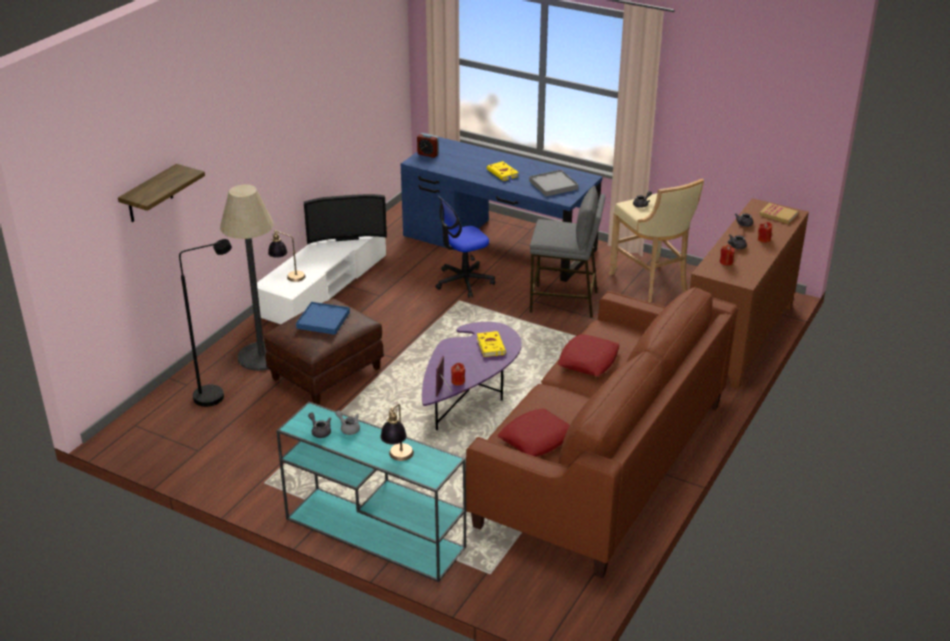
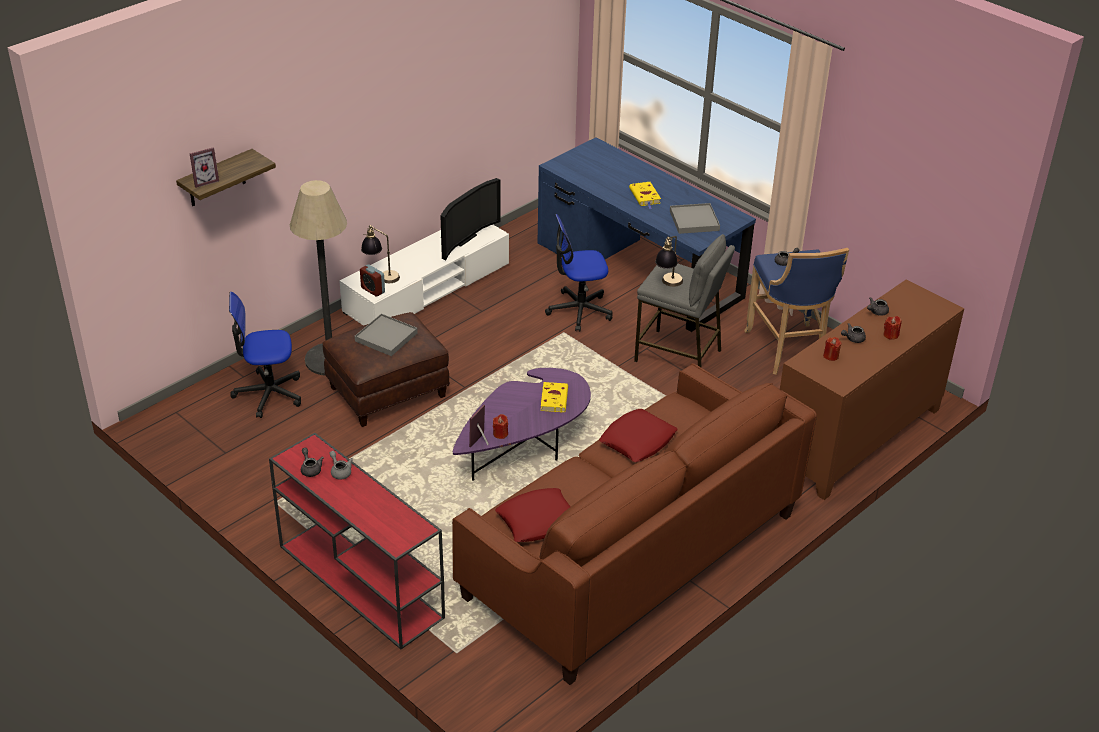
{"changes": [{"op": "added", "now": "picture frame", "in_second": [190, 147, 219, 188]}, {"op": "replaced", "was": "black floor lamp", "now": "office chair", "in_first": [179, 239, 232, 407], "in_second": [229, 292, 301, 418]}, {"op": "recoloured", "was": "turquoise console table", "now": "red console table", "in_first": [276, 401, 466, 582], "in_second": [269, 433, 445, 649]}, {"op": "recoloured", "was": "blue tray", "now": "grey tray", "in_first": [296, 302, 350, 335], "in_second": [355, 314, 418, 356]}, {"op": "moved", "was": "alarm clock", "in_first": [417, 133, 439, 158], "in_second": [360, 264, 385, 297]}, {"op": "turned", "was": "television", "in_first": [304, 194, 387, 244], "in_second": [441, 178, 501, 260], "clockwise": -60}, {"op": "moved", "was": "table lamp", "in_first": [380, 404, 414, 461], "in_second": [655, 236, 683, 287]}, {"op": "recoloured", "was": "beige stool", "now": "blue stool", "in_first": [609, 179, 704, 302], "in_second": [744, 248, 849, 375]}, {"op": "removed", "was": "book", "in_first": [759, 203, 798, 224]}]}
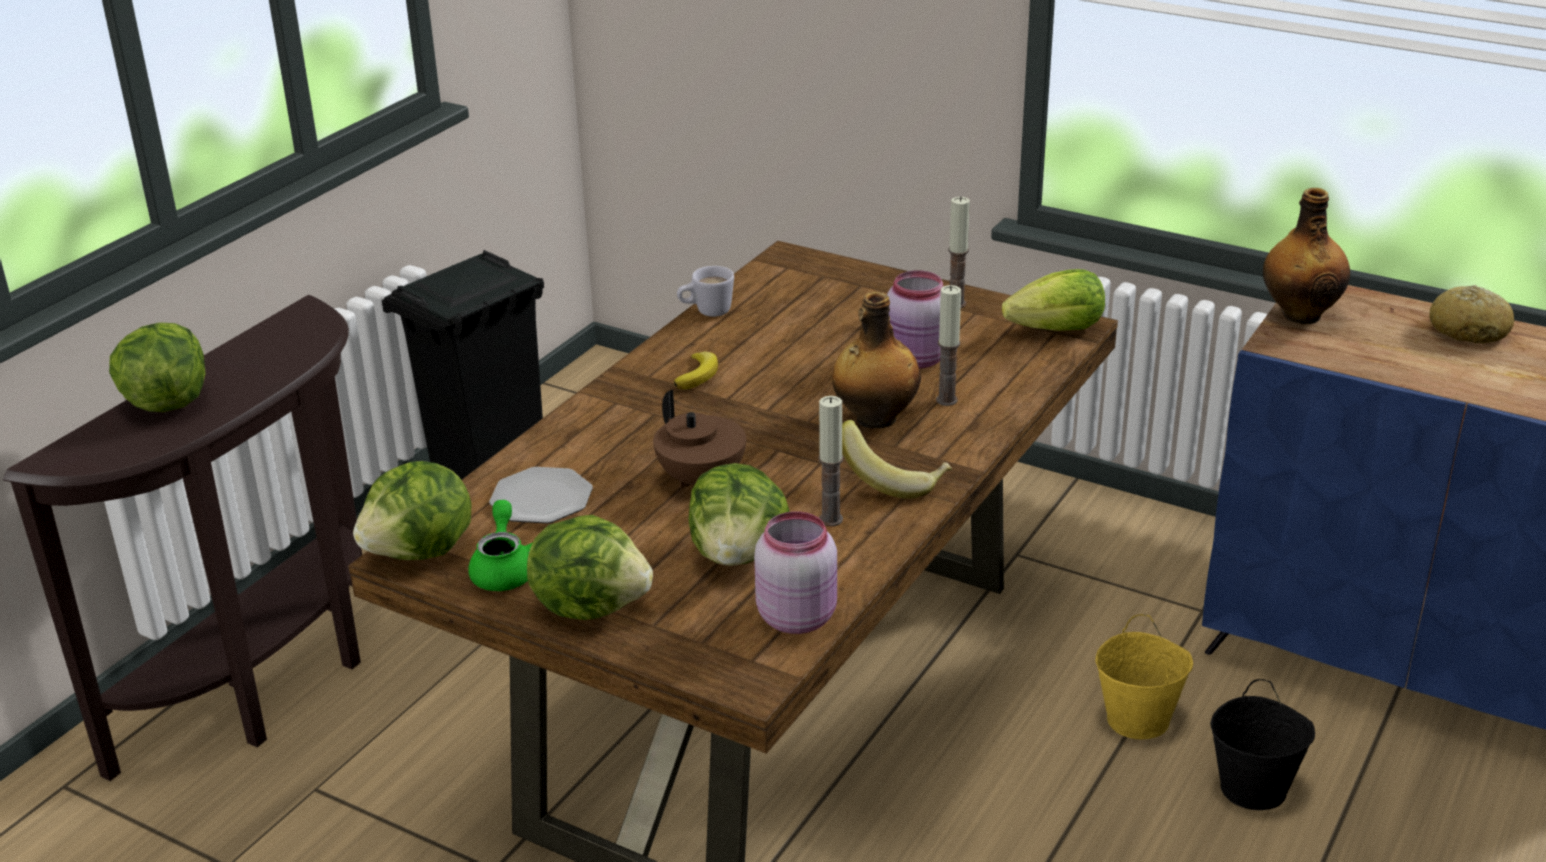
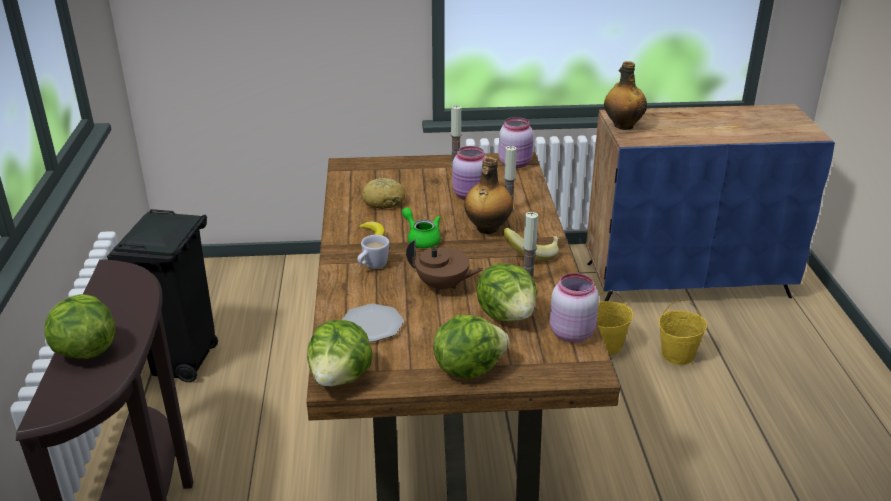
{"changes": [{"op": "moved", "was": "white mug", "in_first": [677, 266, 734, 317], "in_second": [357, 235, 389, 269]}, {"op": "moved", "was": "bread", "in_first": [1429, 285, 1514, 344], "in_second": [362, 177, 405, 209]}, {"op": "moved", "was": "green teapot", "in_first": [468, 500, 533, 591], "in_second": [402, 207, 441, 248]}, {"op": "replaced", "was": "lettuce", "now": "pink jar", "in_first": [1002, 269, 1105, 331], "in_second": [499, 117, 534, 168]}, {"op": "recoloured", "was": "black bucket", "now": "yellow bucket", "in_first": [1210, 679, 1315, 810], "in_second": [659, 300, 707, 365]}]}
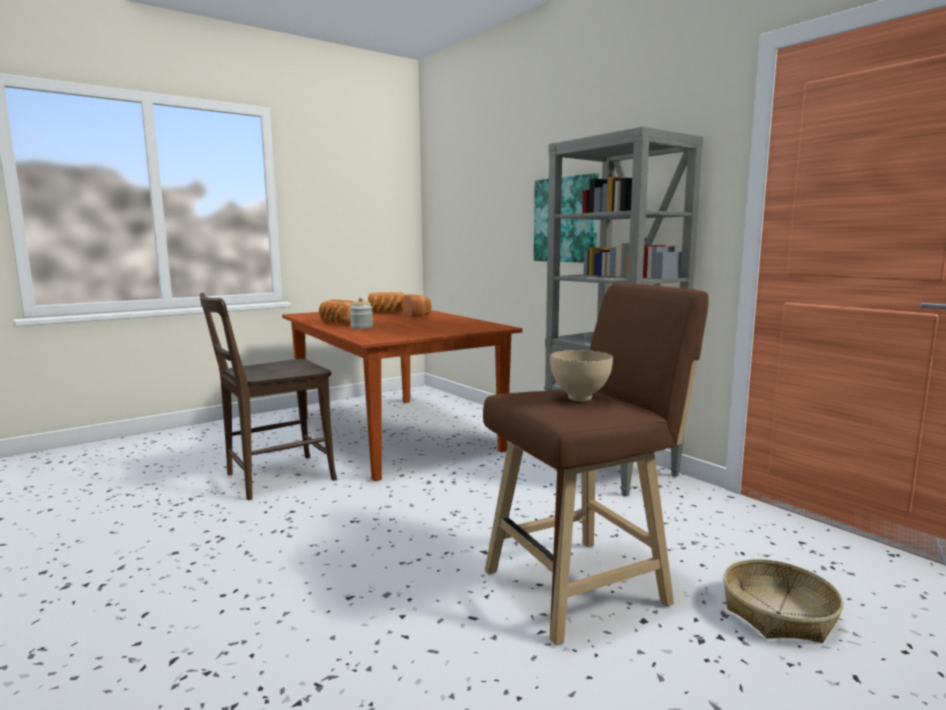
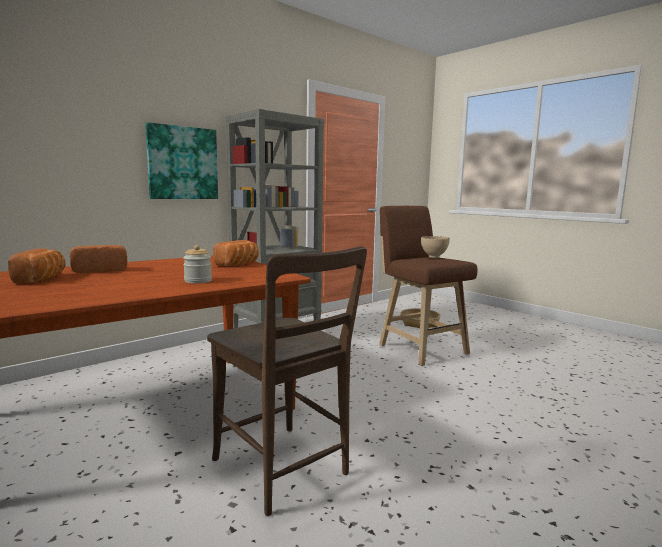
{"changes": [{"op": "moved", "was": "bread", "in_first": [319, 299, 354, 324], "in_second": [213, 240, 259, 266]}]}
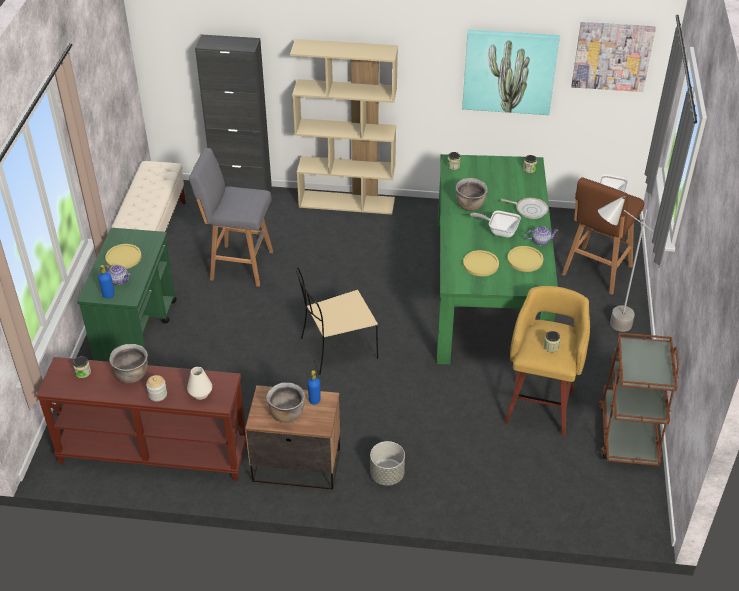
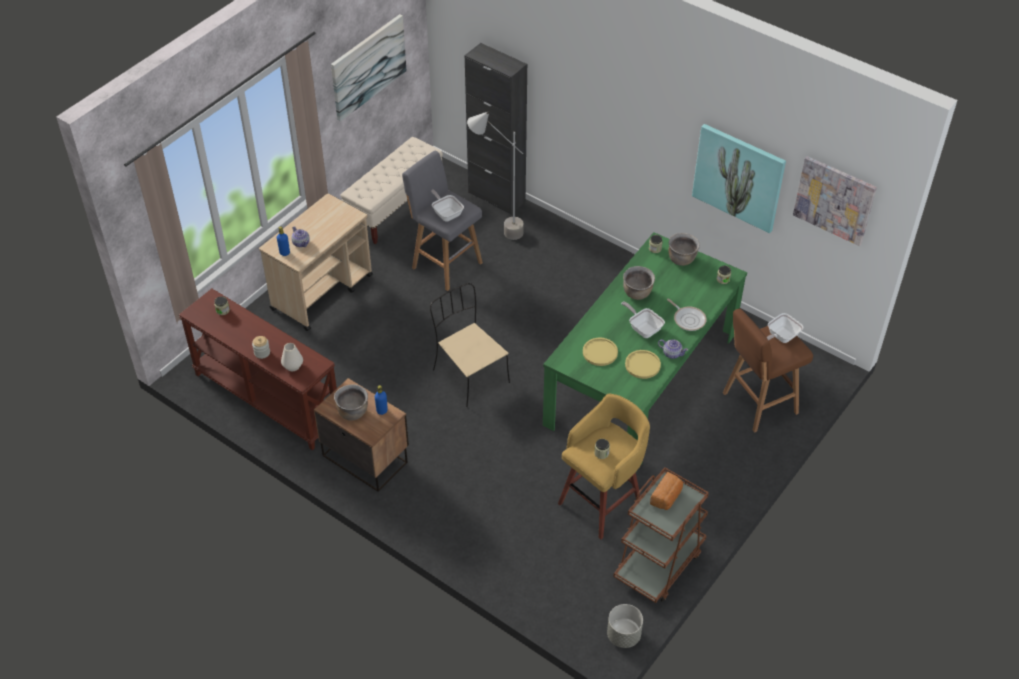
{"changes": [{"op": "recoloured", "was": "green cart", "now": "beige cart", "in_first": [77, 228, 177, 365], "in_second": [259, 193, 373, 331]}, {"op": "added", "now": "picture", "in_second": [331, 14, 407, 122]}, {"op": "turned", "was": "beige chair", "in_first": [296, 267, 378, 375], "in_second": [430, 283, 510, 407], "clockwise": 45}, {"op": "added", "now": "frying pan", "in_second": [431, 189, 464, 222]}, {"op": "moved", "was": "grey floor lamp", "in_first": [598, 196, 653, 332], "in_second": [467, 111, 523, 240]}, {"op": "moved", "was": "grey planter", "in_first": [370, 441, 405, 486], "in_second": [607, 604, 643, 648]}, {"op": "added", "now": "bread", "in_second": [650, 472, 683, 510]}, {"op": "moved", "was": "brown cooking pot", "in_first": [109, 344, 148, 383], "in_second": [669, 233, 700, 266]}, {"op": "removed", "was": "yellow plate", "in_first": [105, 244, 142, 269]}, {"op": "removed", "was": "beige bookcase", "in_first": [290, 39, 398, 215]}]}
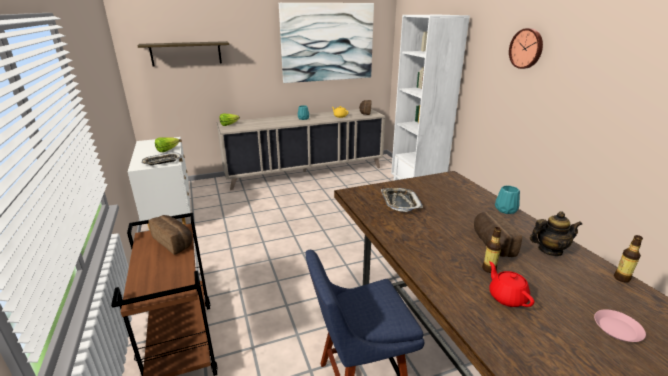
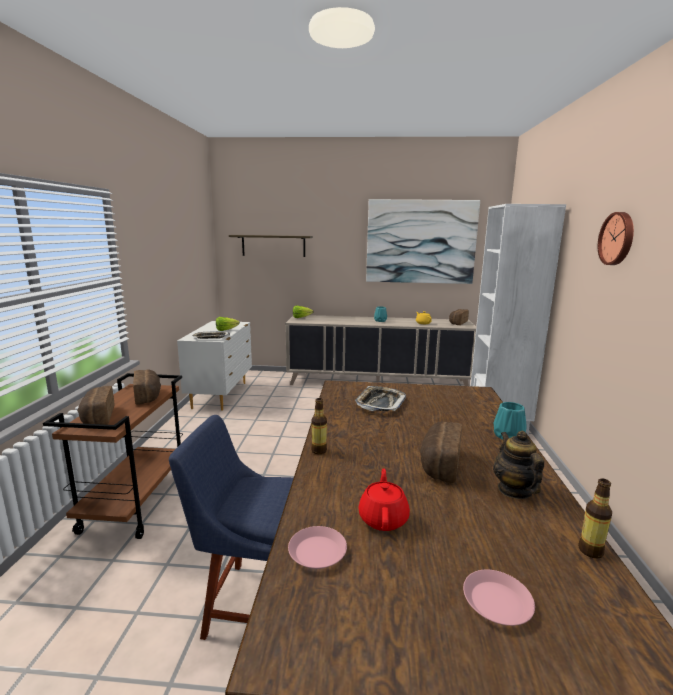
{"changes": [{"op": "added", "now": "bread", "in_second": [77, 386, 114, 425]}, {"op": "added", "now": "pink plate", "in_second": [288, 526, 347, 569]}, {"op": "moved", "was": "bottle", "in_first": [482, 227, 502, 273], "in_second": [311, 398, 327, 454]}, {"op": "turned", "was": "teapot", "in_first": [530, 211, 582, 256], "in_second": [493, 431, 544, 499], "clockwise": -120}]}
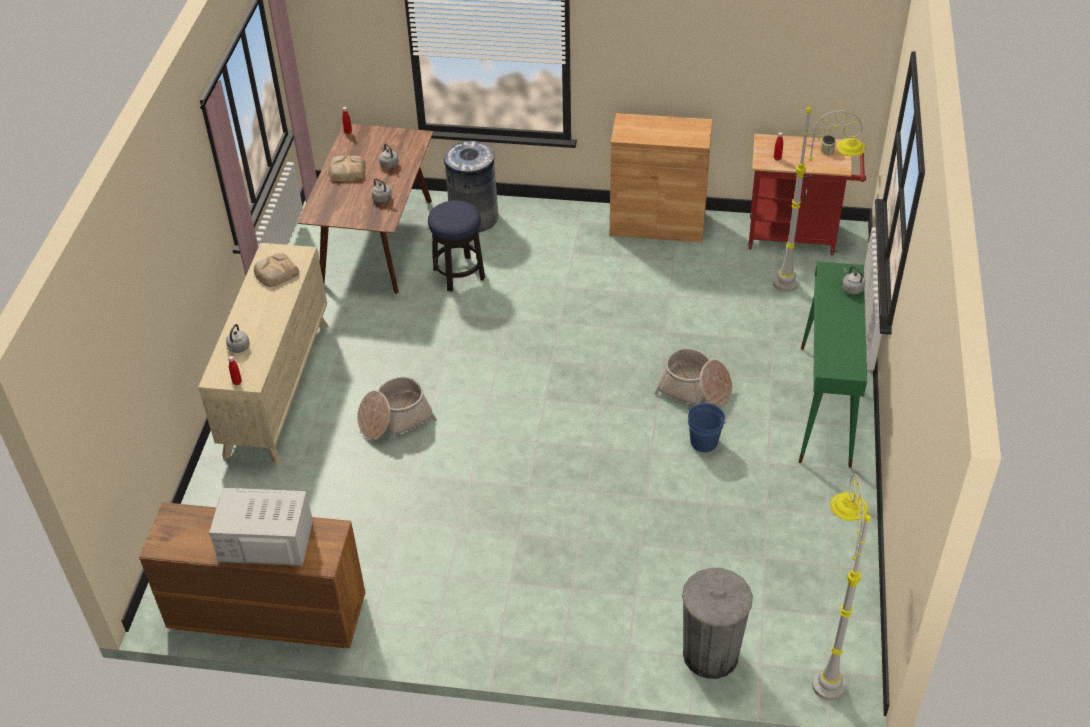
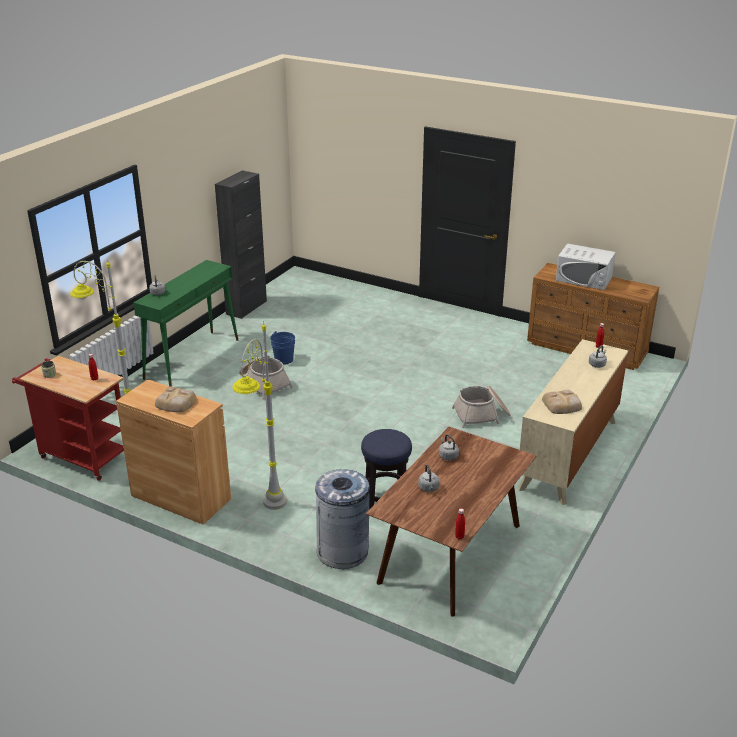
{"changes": [{"op": "moved", "was": "bread", "in_first": [329, 155, 366, 182], "in_second": [155, 387, 196, 413]}, {"op": "added", "now": "black cabinet", "in_second": [215, 170, 267, 319]}, {"op": "moved", "was": "grey floor lamp", "in_first": [812, 474, 871, 701], "in_second": [232, 324, 287, 510]}, {"op": "removed", "was": "grey trash can", "in_first": [682, 568, 753, 679]}]}
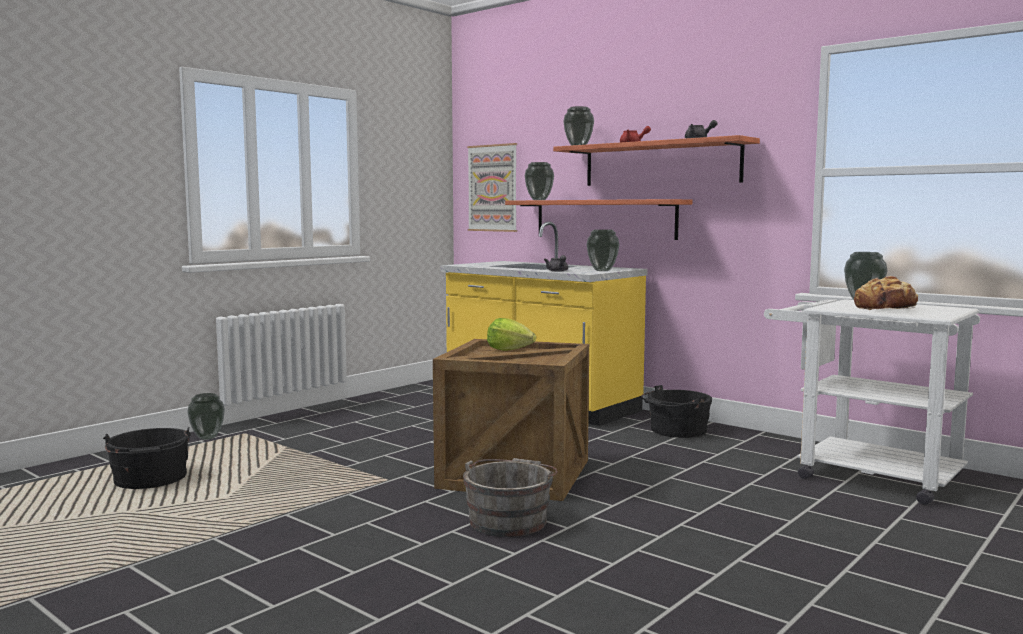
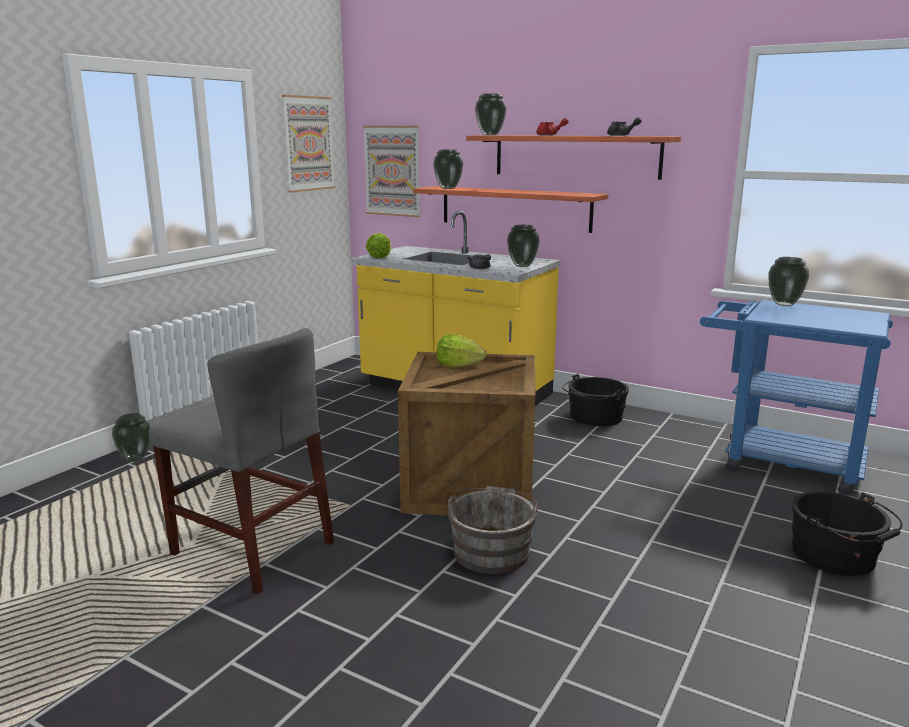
{"changes": [{"op": "added", "now": "grey chair", "in_second": [149, 328, 334, 594]}, {"op": "added", "now": "picture", "in_second": [282, 95, 335, 193]}, {"op": "added", "now": "lettuce", "in_second": [366, 233, 391, 258]}, {"op": "recoloured", "was": "white cart", "now": "blue cart", "in_first": [764, 299, 980, 505], "in_second": [700, 300, 893, 495]}, {"op": "moved", "was": "black bucket", "in_first": [103, 427, 191, 489], "in_second": [792, 491, 902, 576]}, {"op": "removed", "was": "bread", "in_first": [854, 276, 918, 310]}]}
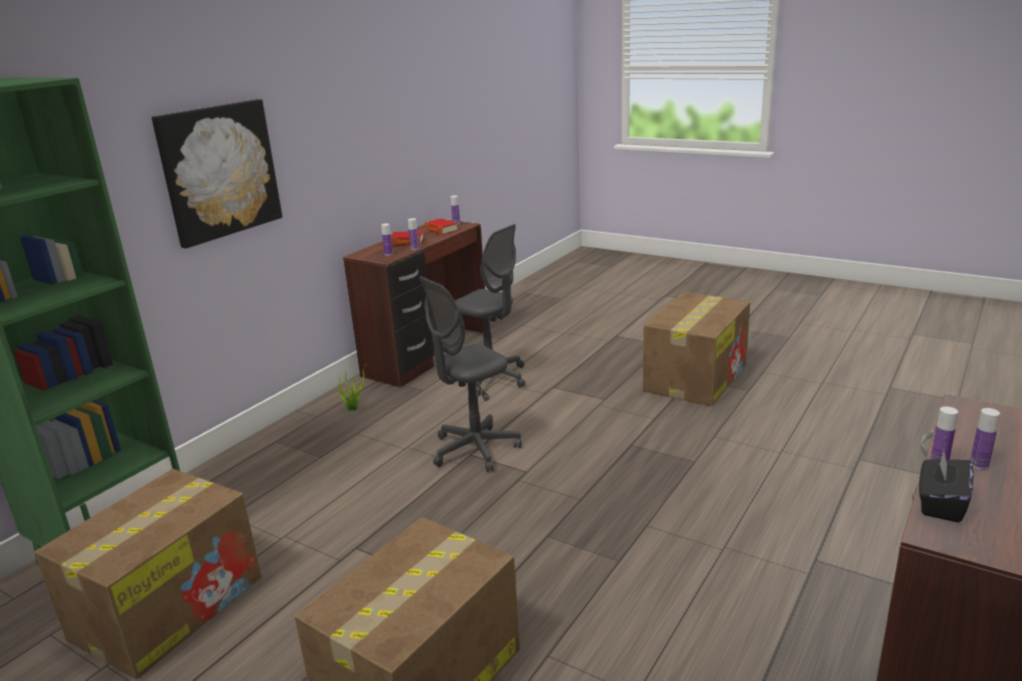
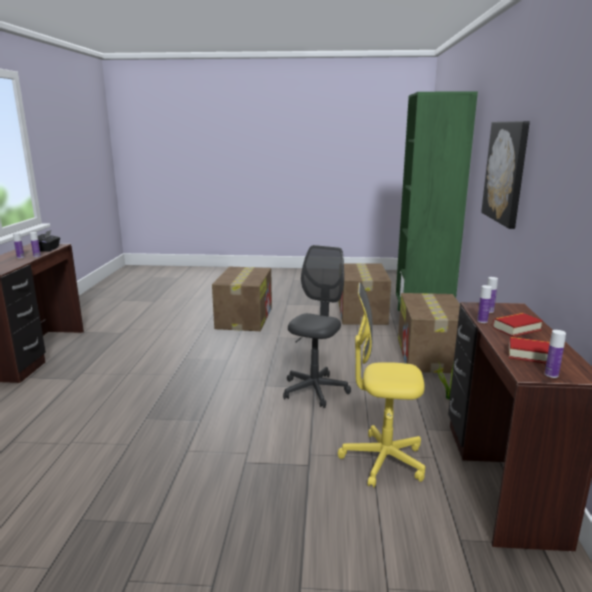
{"changes": [{"op": "recoloured", "was": "grey office chair", "now": "yellow office chair", "in_first": [455, 224, 525, 395], "in_second": [338, 282, 425, 488]}, {"op": "moved", "was": "cardboard box", "in_first": [643, 292, 750, 406], "in_second": [398, 293, 460, 373]}]}
